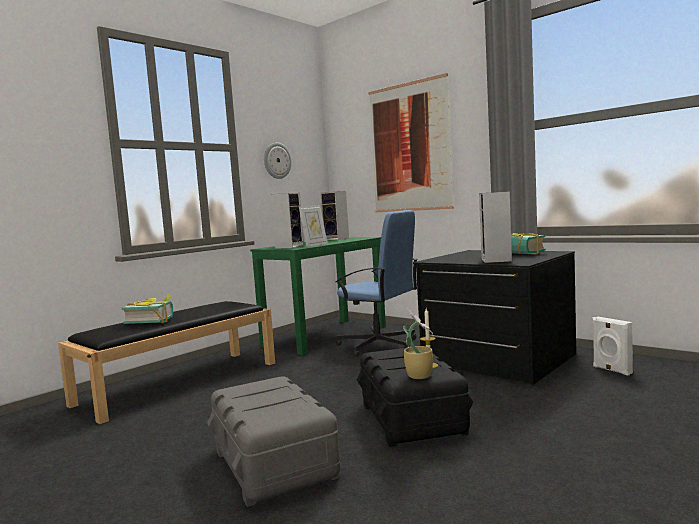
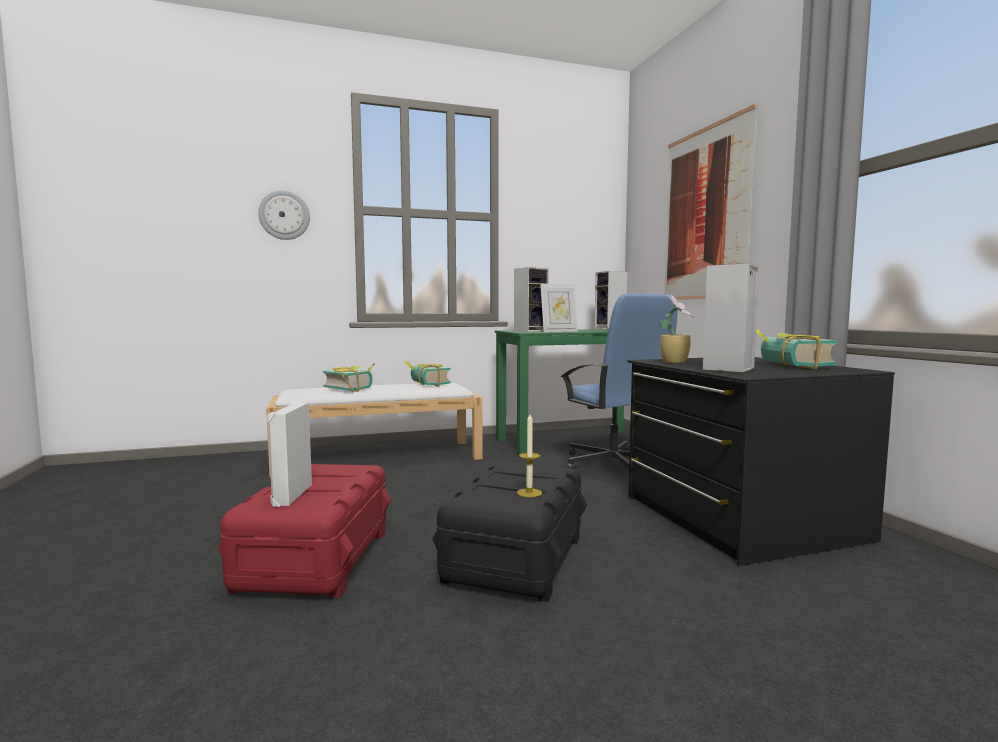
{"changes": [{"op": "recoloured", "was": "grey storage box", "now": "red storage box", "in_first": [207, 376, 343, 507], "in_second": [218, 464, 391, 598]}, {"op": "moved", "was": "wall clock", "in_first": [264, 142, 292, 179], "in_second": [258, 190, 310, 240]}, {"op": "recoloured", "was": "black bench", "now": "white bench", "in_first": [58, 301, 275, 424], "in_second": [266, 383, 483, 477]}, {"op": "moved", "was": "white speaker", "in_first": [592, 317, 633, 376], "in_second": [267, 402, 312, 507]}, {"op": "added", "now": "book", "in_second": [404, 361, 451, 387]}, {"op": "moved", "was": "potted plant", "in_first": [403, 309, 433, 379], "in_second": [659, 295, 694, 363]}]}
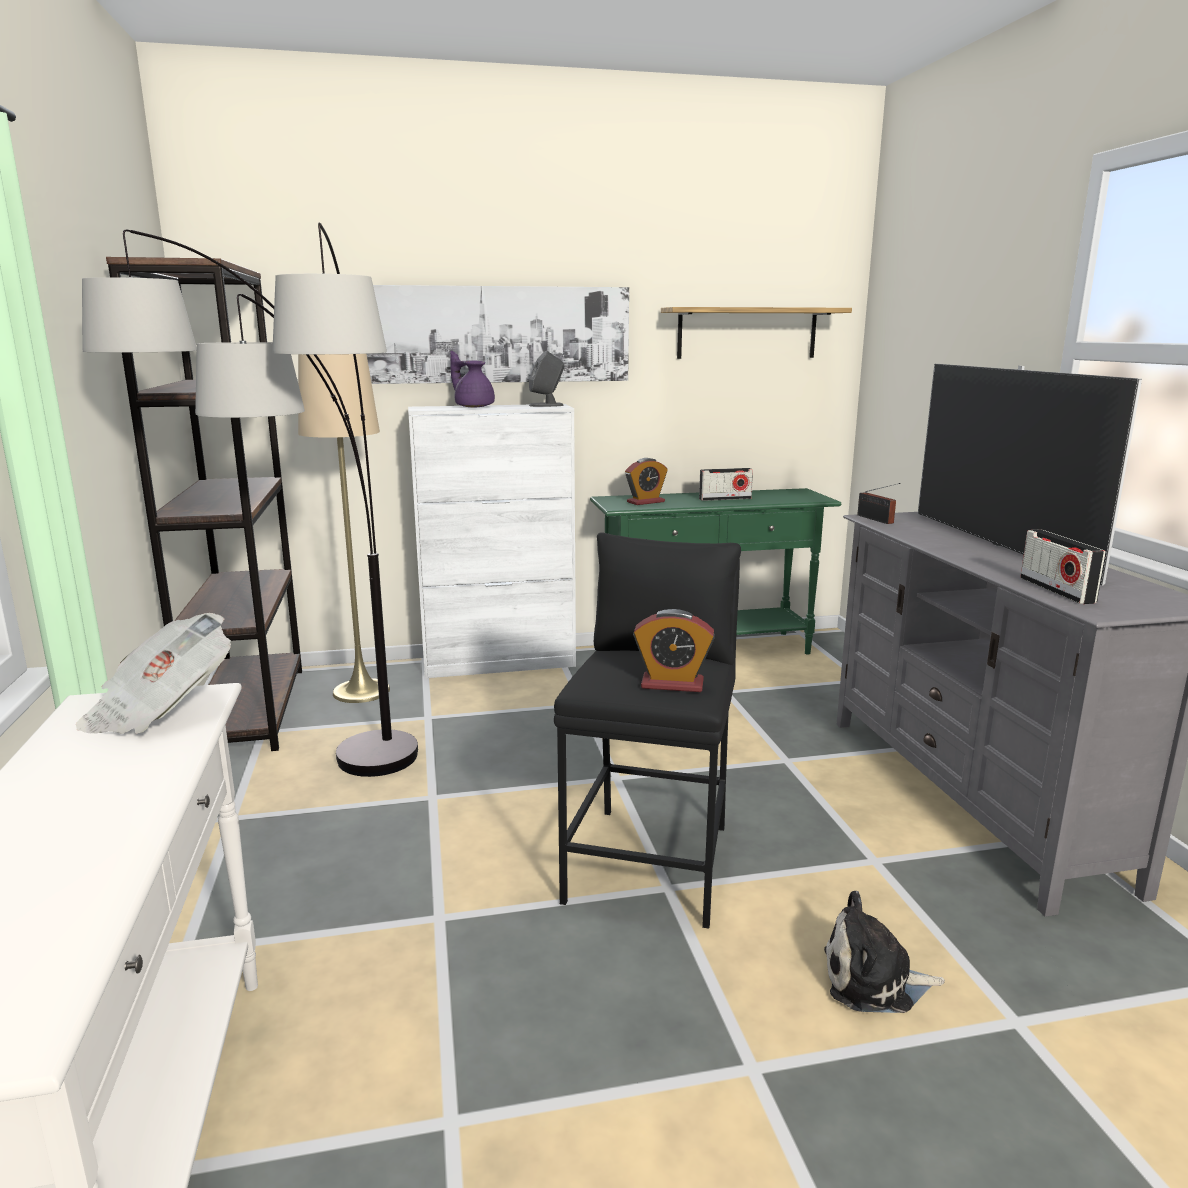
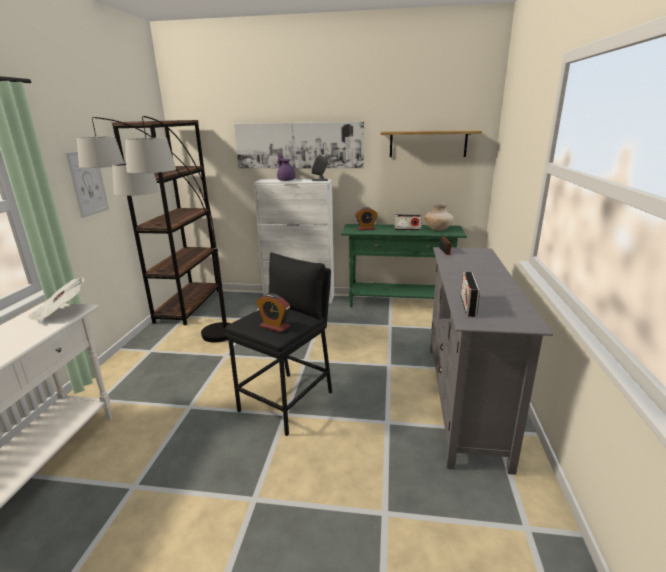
{"changes": [{"op": "added", "now": "picture", "in_second": [65, 152, 109, 218]}, {"op": "added", "now": "beige vase", "in_second": [425, 203, 454, 231]}, {"op": "removed", "was": "beige floor lamp", "in_first": [298, 354, 390, 703]}, {"op": "removed", "was": "plush toy", "in_first": [824, 891, 945, 1013]}, {"op": "removed", "was": "television", "in_first": [918, 364, 1142, 585]}]}
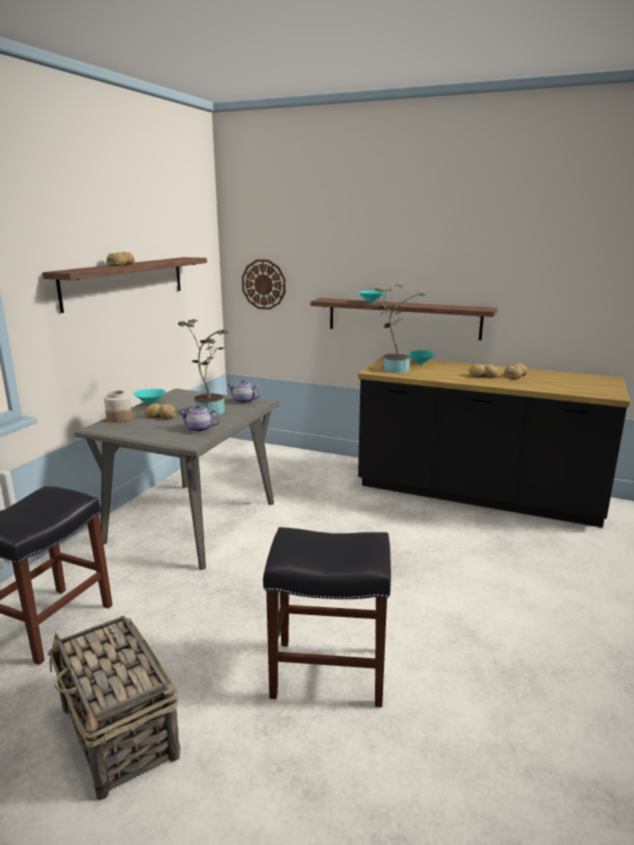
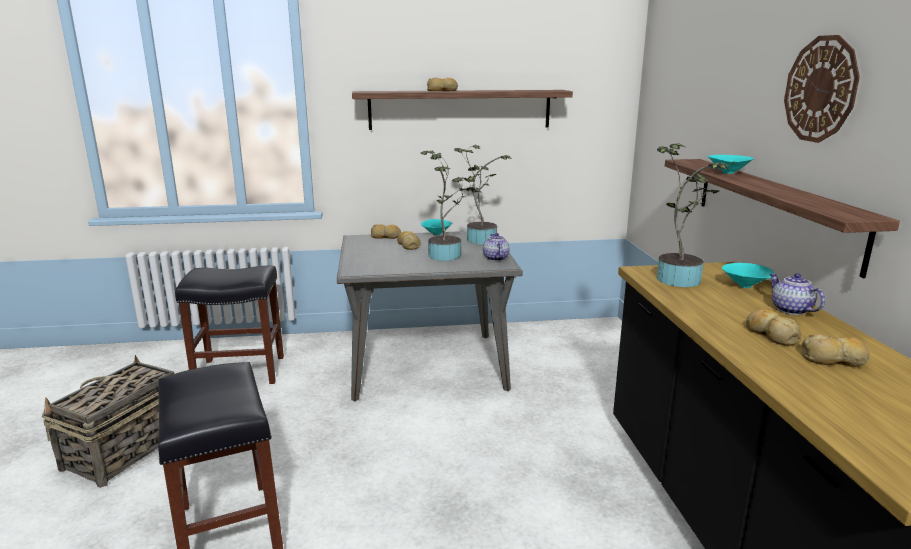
{"changes": [{"op": "replaced", "was": "jar", "now": "bread", "in_first": [104, 390, 132, 423], "in_second": [370, 224, 401, 239]}, {"op": "added", "now": "potted plant", "in_second": [454, 145, 512, 244]}, {"op": "moved", "was": "teapot", "in_first": [178, 405, 220, 432], "in_second": [770, 273, 825, 315]}, {"op": "moved", "was": "wall clock", "in_first": [242, 259, 286, 310], "in_second": [784, 35, 860, 143]}]}
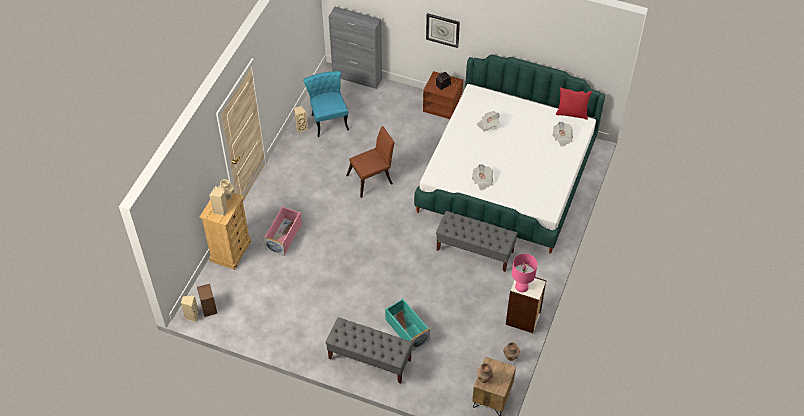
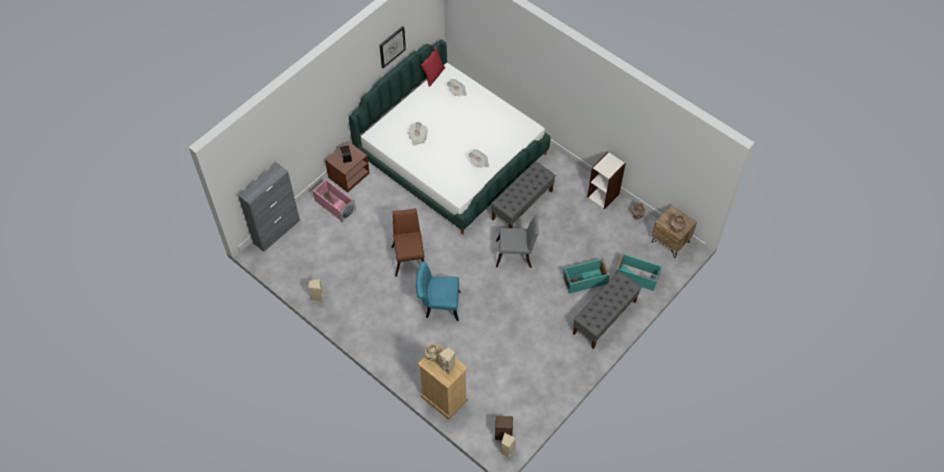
{"changes": [{"op": "moved", "was": "pink storage box", "in_first": [263, 206, 302, 256], "in_second": [313, 180, 356, 222]}, {"op": "moved", "was": "wall clock", "in_first": [426, 13, 460, 48], "in_second": [379, 26, 406, 68]}, {"op": "moved", "was": "turquoise chair", "in_first": [303, 71, 349, 137], "in_second": [416, 261, 461, 321]}, {"op": "added", "now": "grey chair", "in_second": [496, 214, 539, 268]}, {"op": "added", "now": "turquoise storage box", "in_second": [615, 253, 662, 291]}, {"op": "removed", "was": "pink table lamp", "in_first": [512, 254, 537, 292]}]}
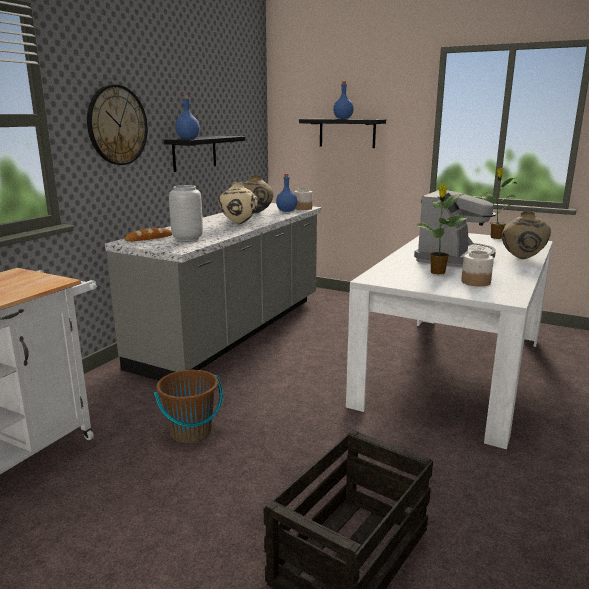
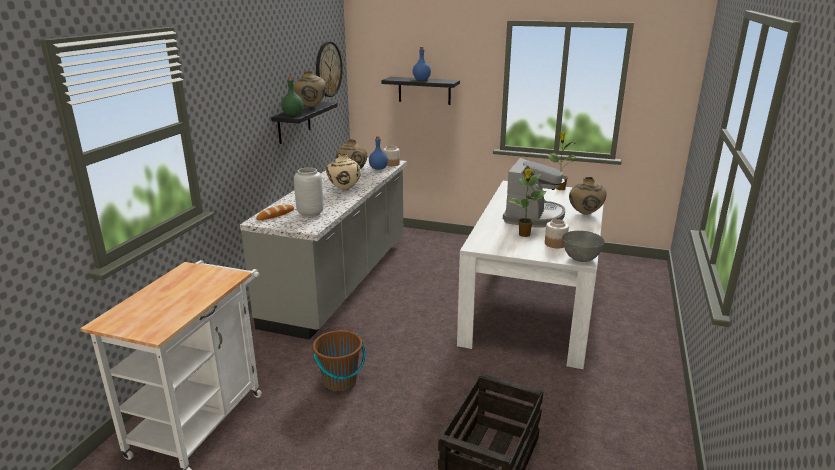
{"changes": [{"op": "recoloured", "was": "blue bottle", "now": "green bottle", "in_first": [175, 95, 200, 139], "in_second": [281, 77, 304, 116]}, {"op": "added", "now": "beige vase", "in_second": [293, 71, 326, 107]}, {"op": "moved", "was": "wall clock", "in_first": [87, 84, 148, 165], "in_second": [316, 41, 342, 97]}, {"op": "added", "now": "grey bowl", "in_second": [562, 231, 605, 262]}]}
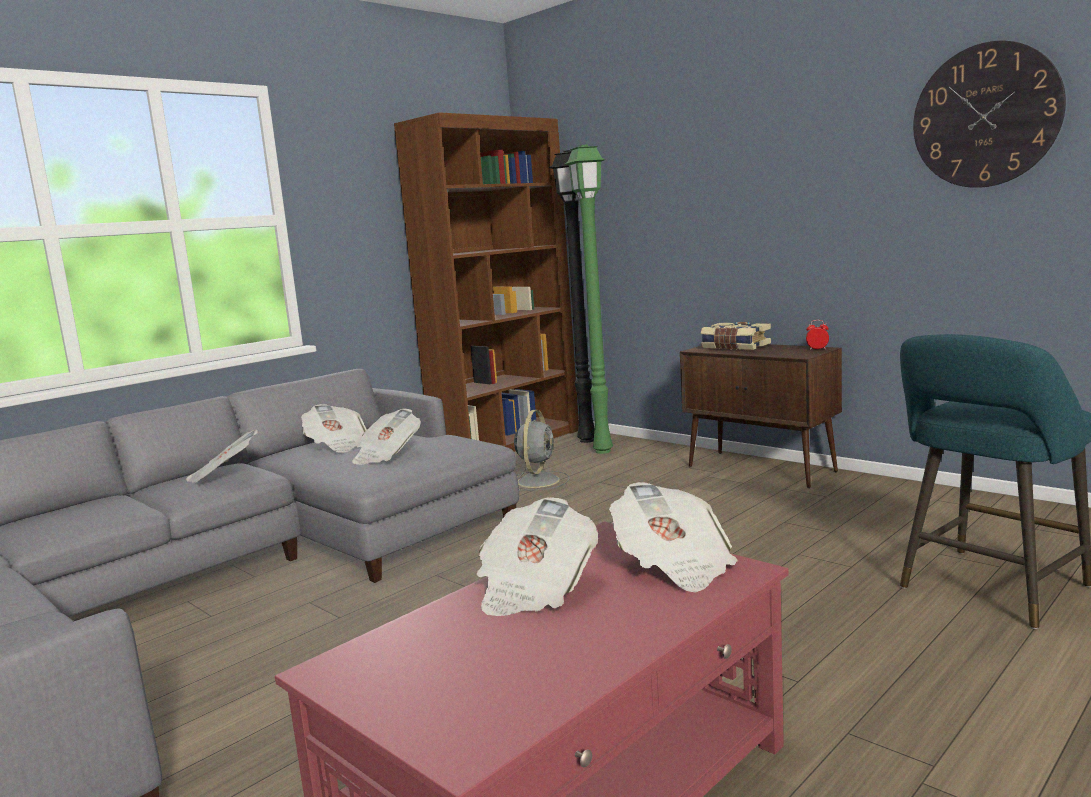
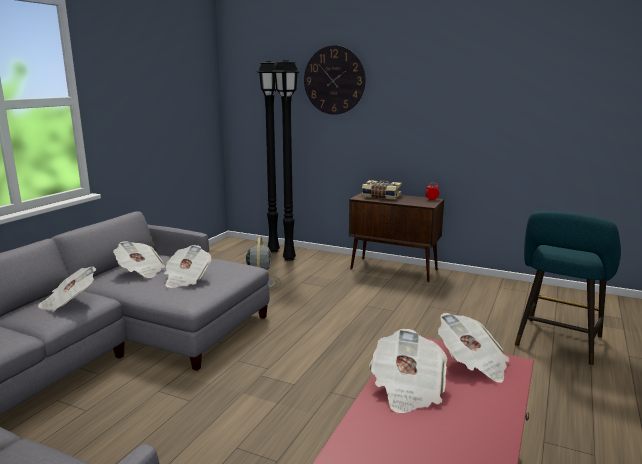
{"changes": [{"op": "recoloured", "was": "green floor lamp", "now": "black floor lamp", "in_first": [565, 145, 613, 454], "in_second": [272, 60, 300, 261]}, {"op": "moved", "was": "wall clock", "in_first": [913, 41, 1066, 188], "in_second": [304, 45, 366, 115]}, {"op": "removed", "was": "brown bookcase", "in_first": [394, 112, 579, 452]}]}
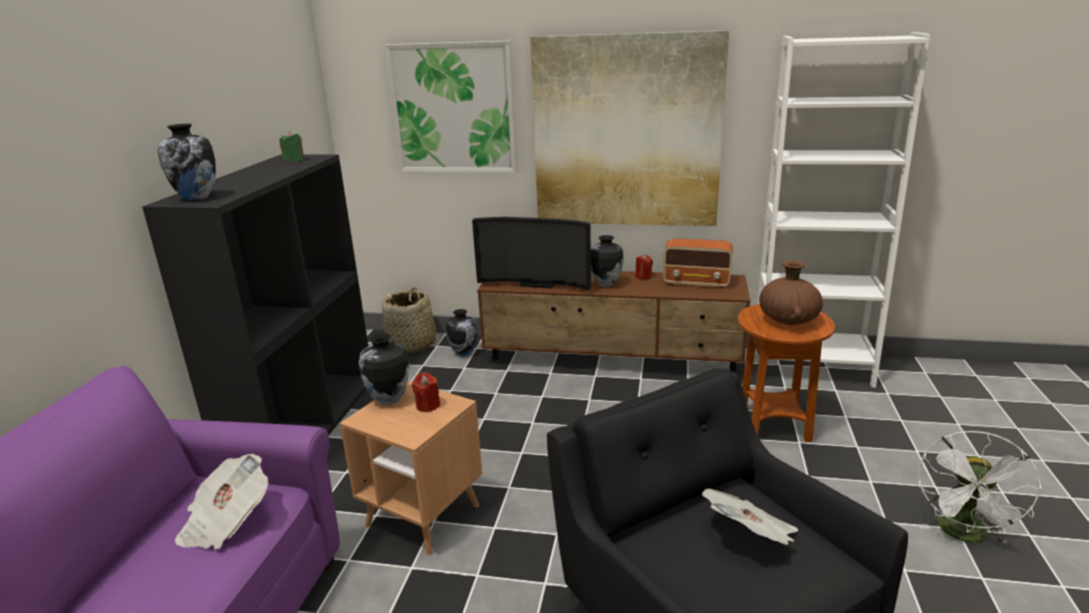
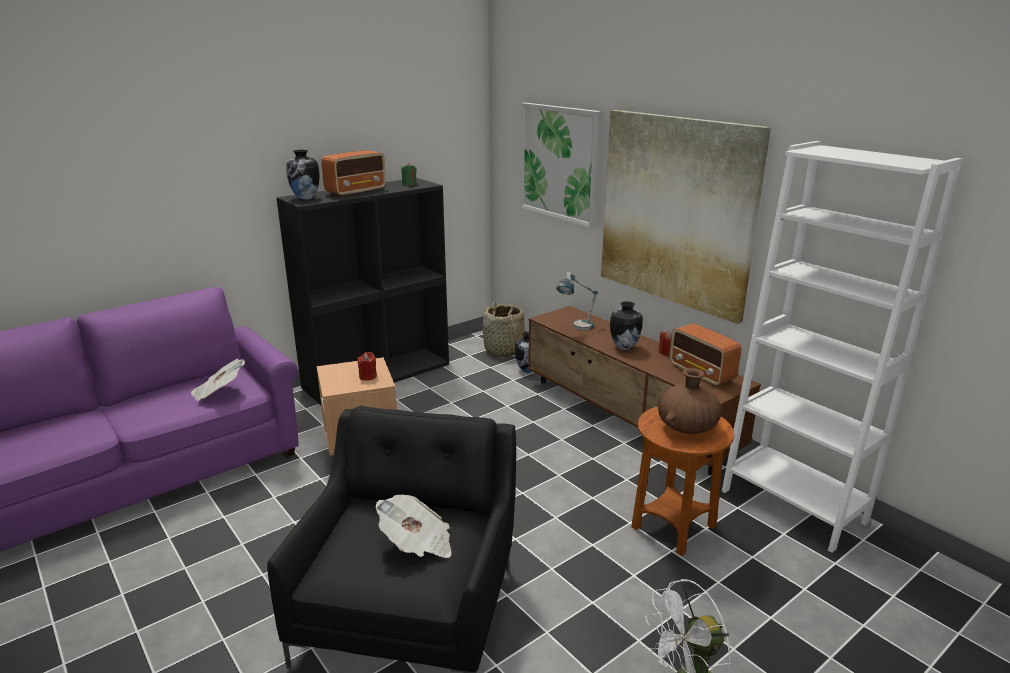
{"changes": [{"op": "added", "now": "radio", "in_second": [321, 150, 386, 197]}, {"op": "replaced", "was": "television", "now": "table lamp", "in_first": [472, 217, 591, 290], "in_second": [556, 272, 598, 330]}, {"op": "removed", "was": "vase", "in_first": [359, 333, 409, 405]}]}
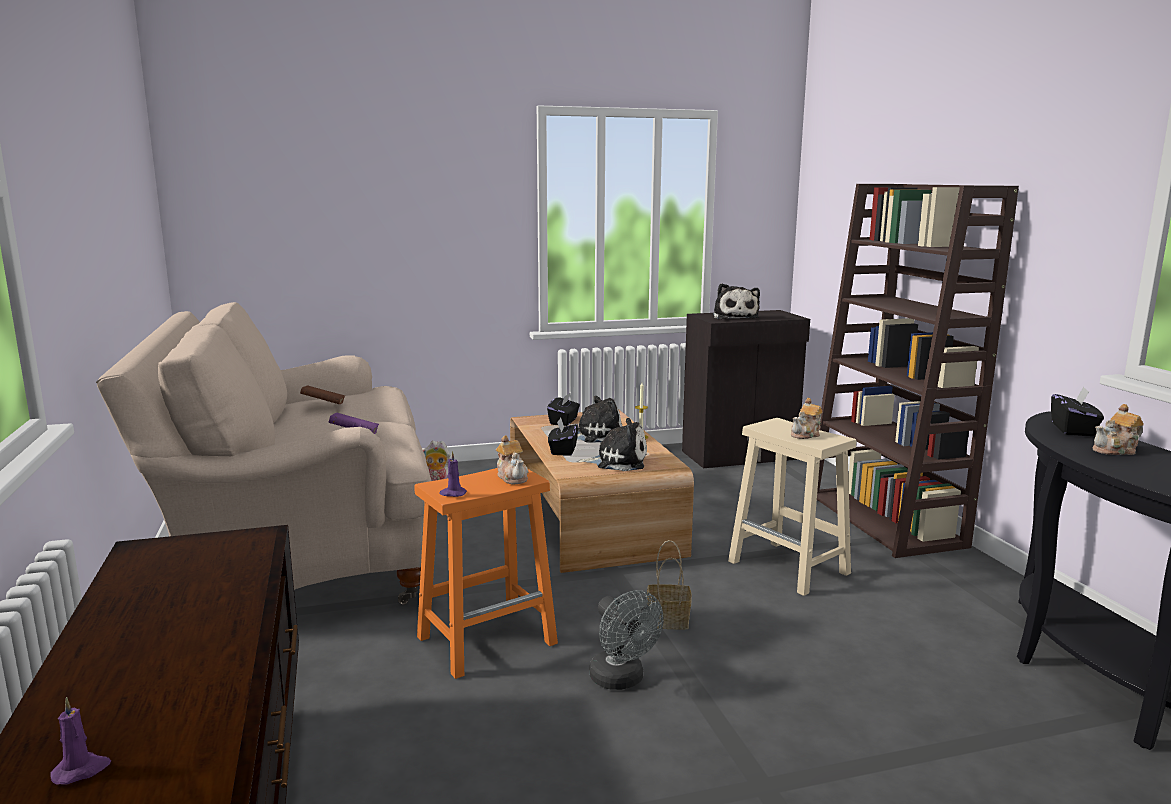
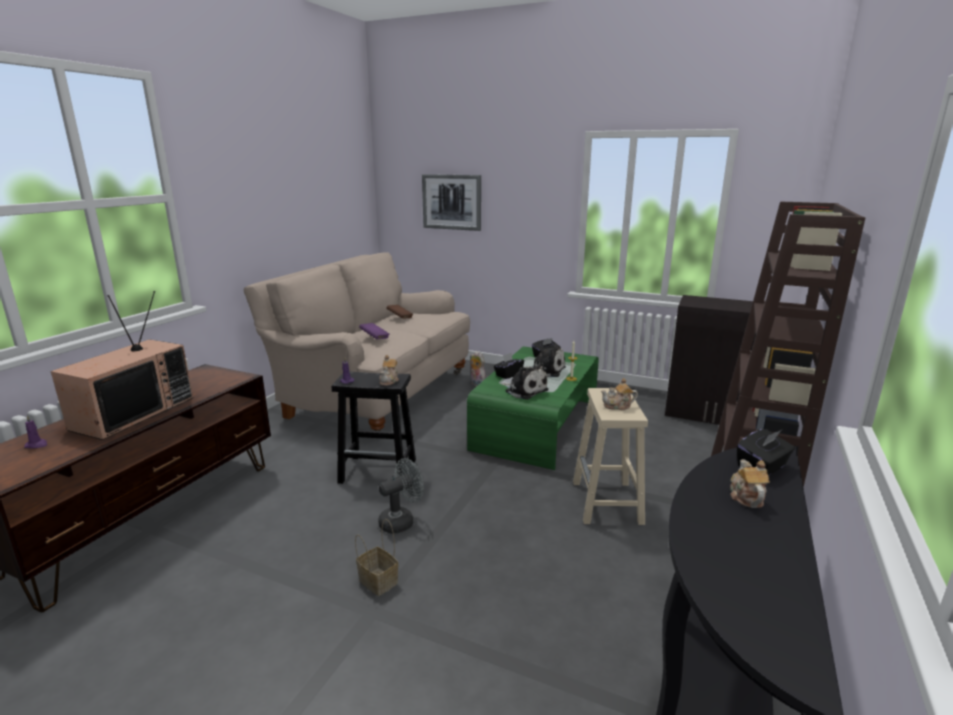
{"changes": [{"op": "added", "now": "television", "in_second": [51, 291, 193, 440]}, {"op": "recoloured", "was": "orange stool", "now": "black stool", "in_first": [415, 468, 558, 679], "in_second": [332, 371, 416, 484]}, {"op": "moved", "was": "basket", "in_first": [647, 540, 692, 629], "in_second": [355, 519, 398, 596]}, {"op": "turned", "was": "grey fan", "in_first": [589, 590, 664, 690], "in_second": [379, 458, 424, 534], "clockwise": -135}, {"op": "added", "now": "picture", "in_second": [422, 174, 481, 231]}, {"op": "recoloured", "was": "brown coffee table", "now": "green coffee table", "in_first": [510, 410, 694, 573], "in_second": [467, 346, 599, 470]}, {"op": "turned", "was": "teapot", "in_first": [1093, 404, 1144, 455], "in_second": [730, 459, 770, 508], "clockwise": 75}, {"op": "removed", "was": "plush toy", "in_first": [713, 283, 760, 319]}]}
